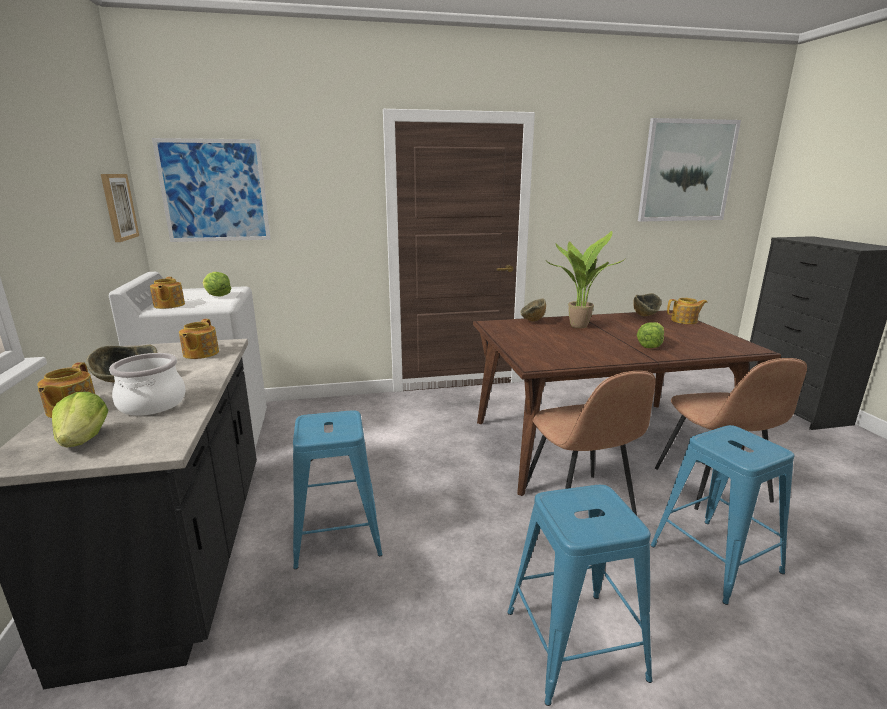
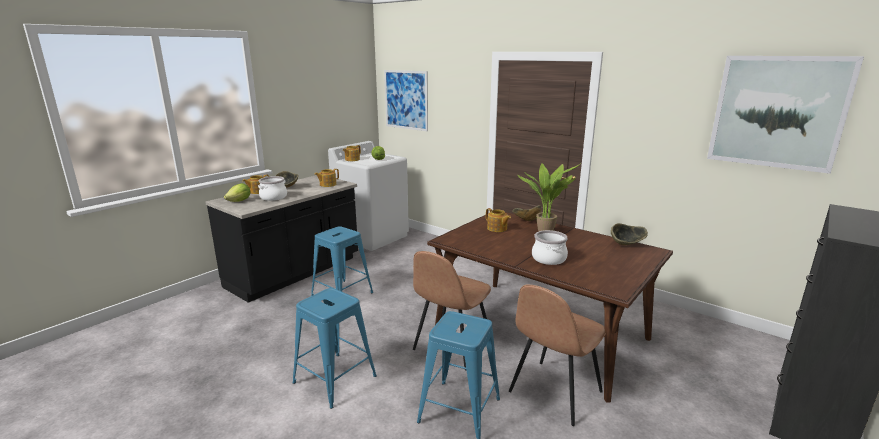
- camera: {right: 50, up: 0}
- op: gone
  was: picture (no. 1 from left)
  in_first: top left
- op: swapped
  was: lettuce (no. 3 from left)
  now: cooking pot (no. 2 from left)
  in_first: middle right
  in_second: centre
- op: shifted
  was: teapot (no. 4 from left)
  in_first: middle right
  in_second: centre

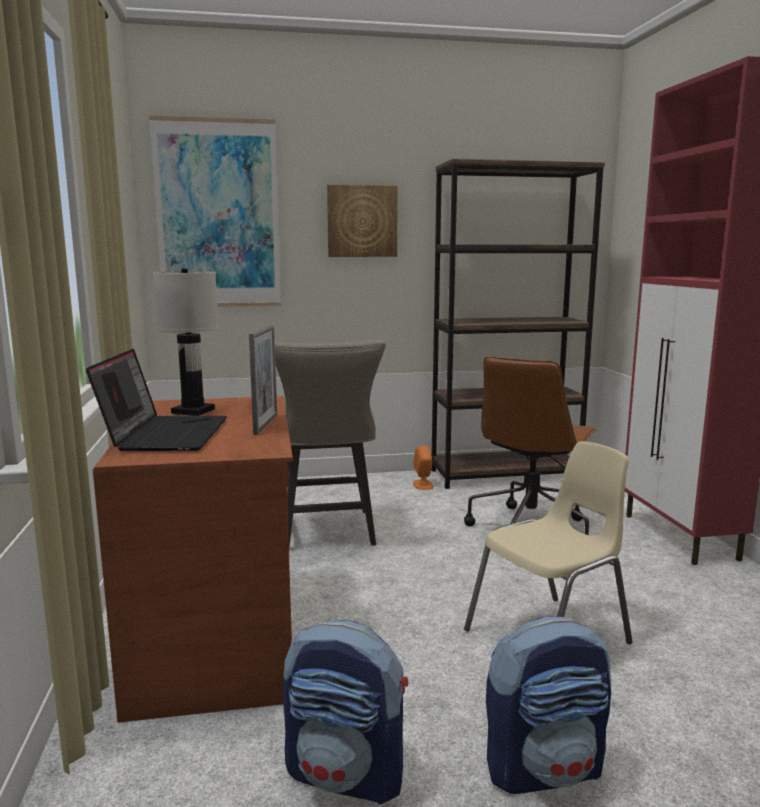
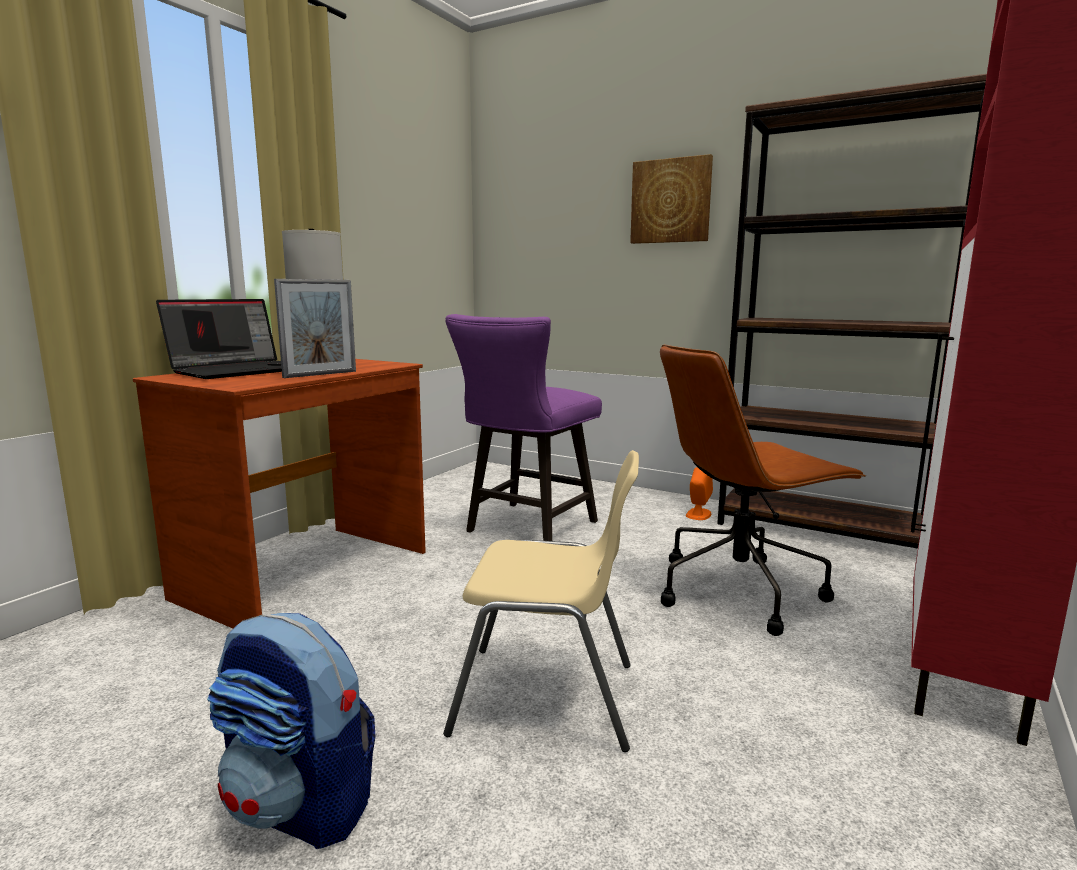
- camera: {right: 40, up: 0}
- op: gone
  was: picture (no. 1 from left)
  in_first: top left
- op: repainted
  was: stool (beige)
  now: stool (purple)
  in_first: centre
  in_second: centre
- op: gone
  was: backpack (no. 1 from left)
  in_first: bottom centre

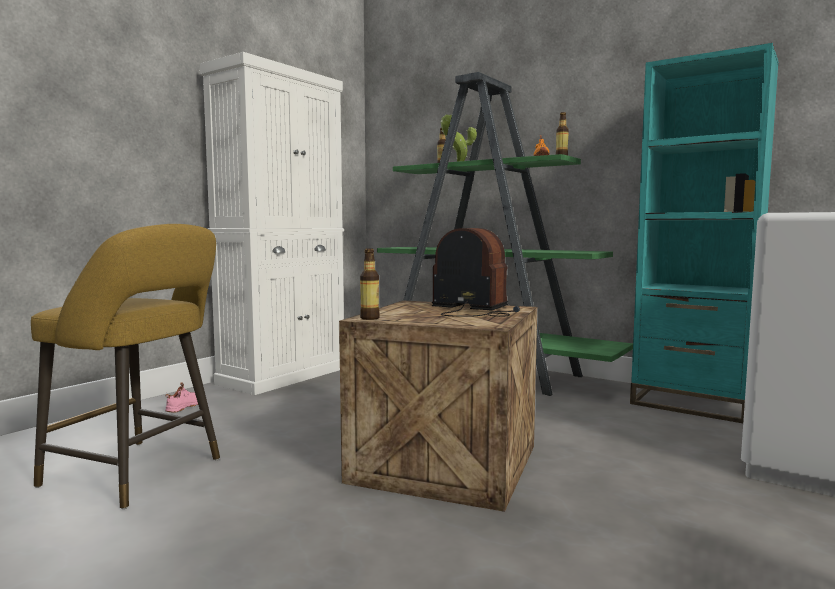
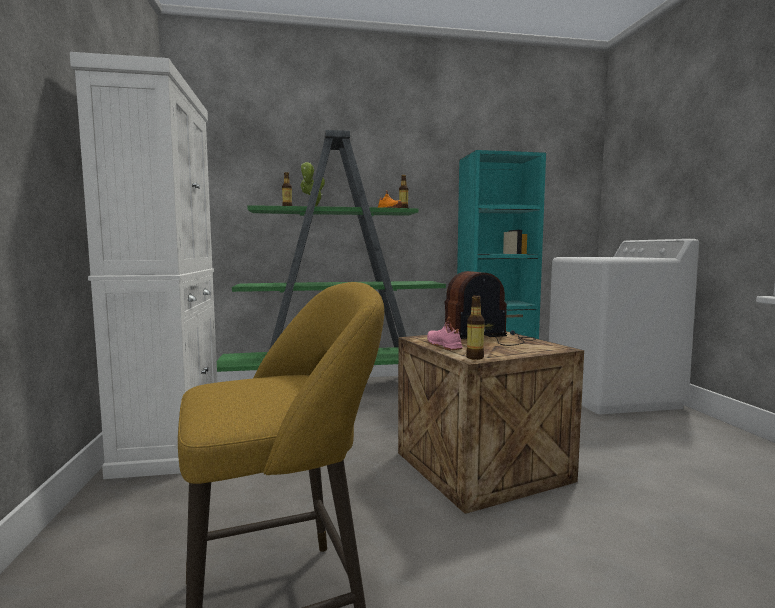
- camera: {right: -45, up: 0}
- op: shifted
  was: shoe (pink)
  in_first: bottom left
  in_second: centre

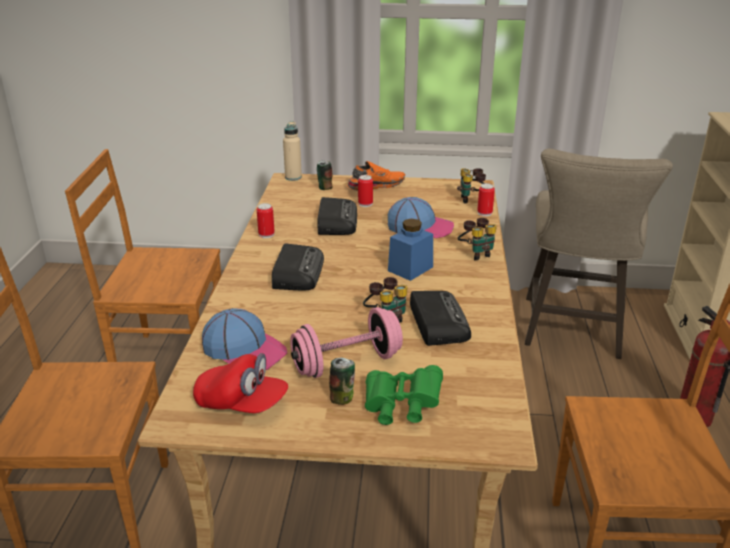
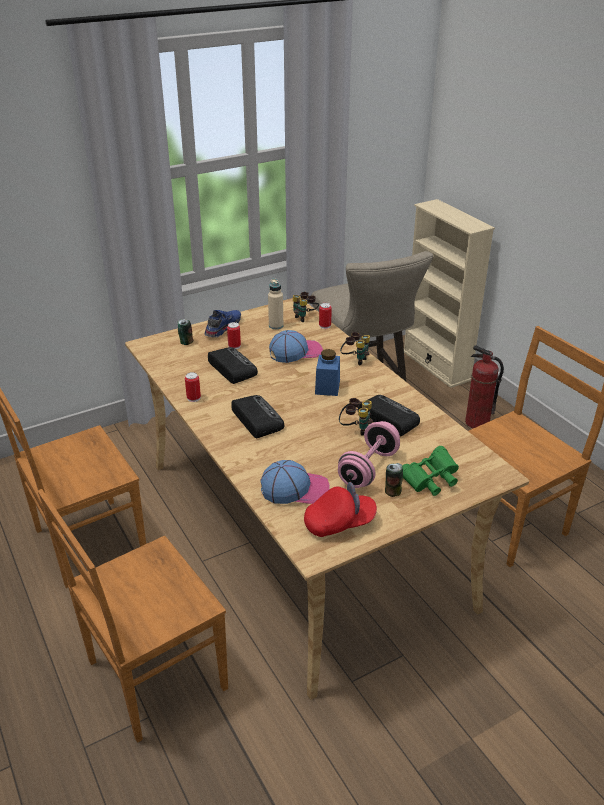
- camera: {right: -35, up: 5}
- op: shifted
  was: bottle (beige)
  in_first: top centre
  in_second: centre
- op: repainted
  was: shoe (orange)
  now: shoe (blue)
  in_first: top centre
  in_second: centre

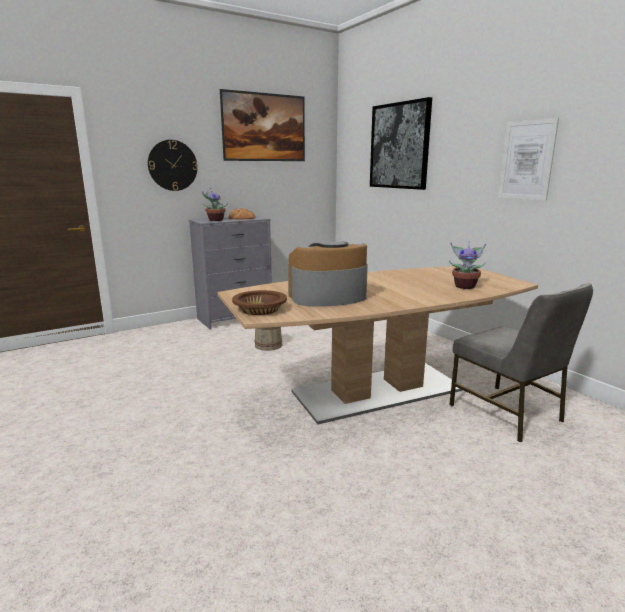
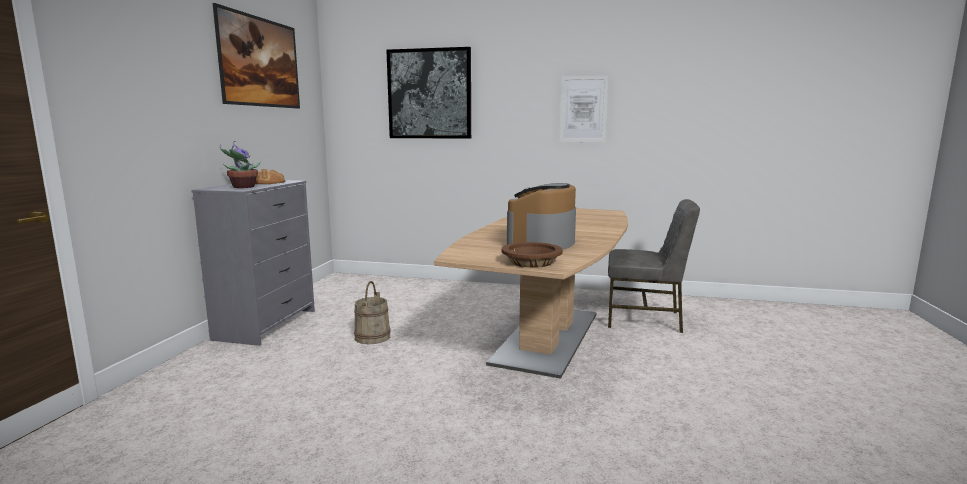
- camera: {right: -45, up: -5}
- op: gone
  was: wall clock
  in_first: top left
- op: gone
  was: potted plant (no. 2 from left)
  in_first: middle right

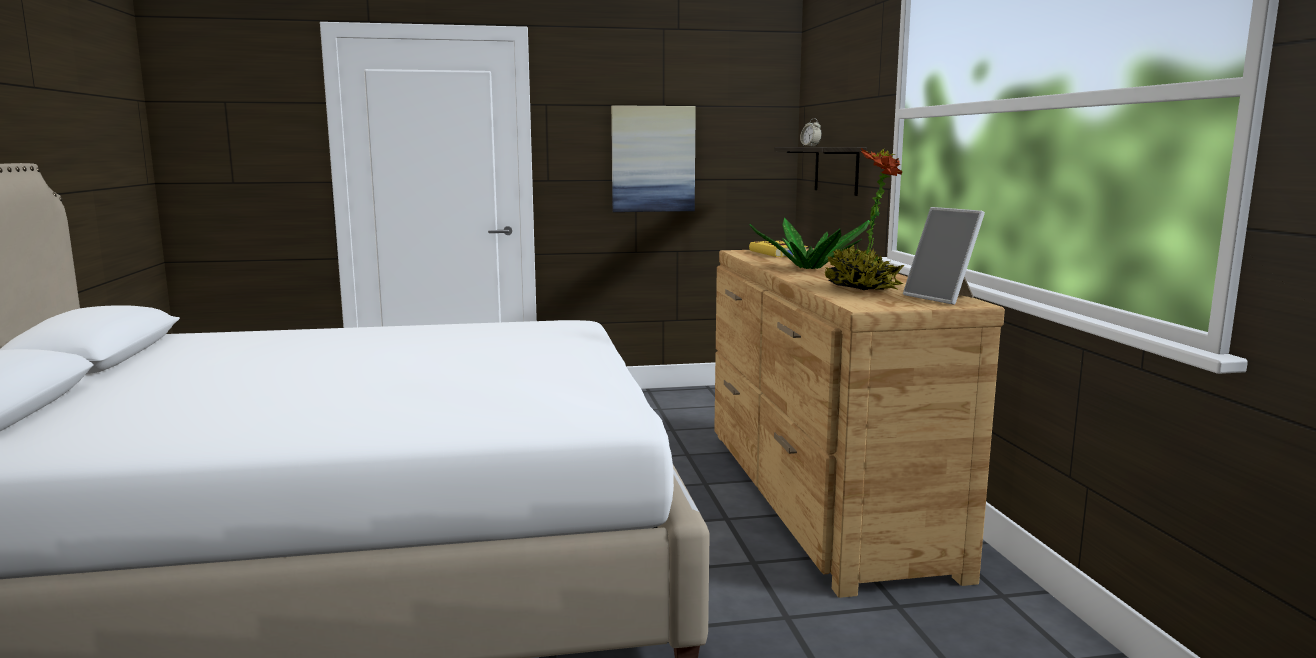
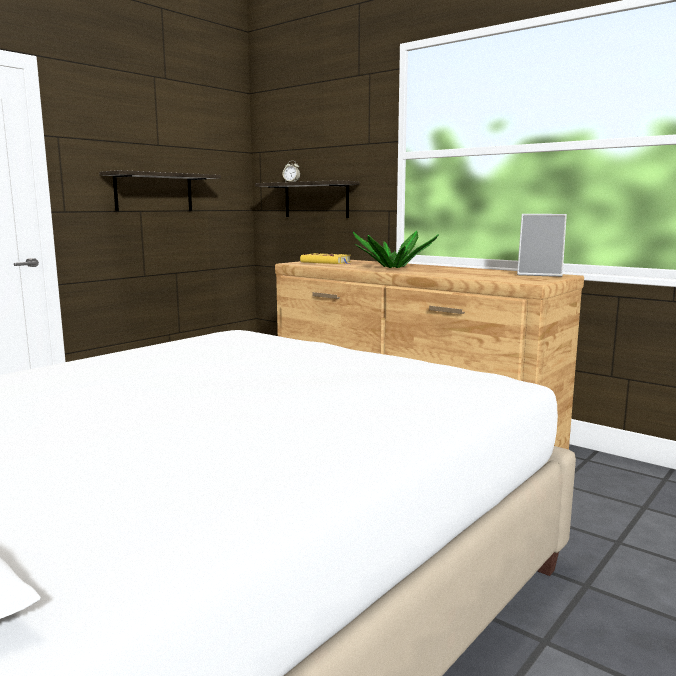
- camera: {right: -40, up: 0}
- op: swapped
  was: picture
  now: shelf (no. 1 from left)
  in_first: top centre
  in_second: top left
- op: gone
  was: potted plant (no. 2 from left)
  in_first: top centre

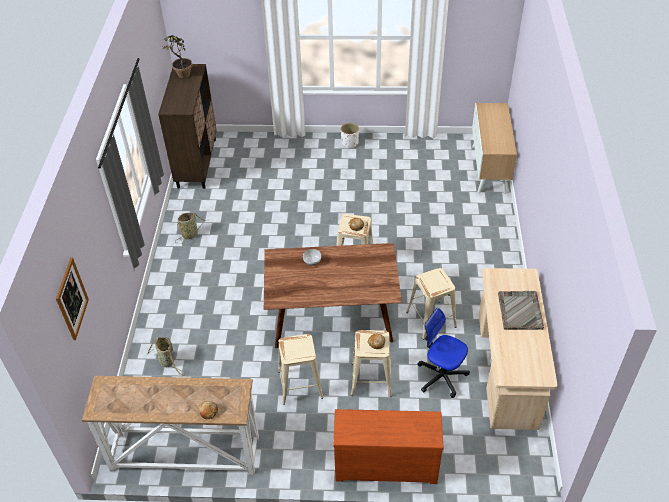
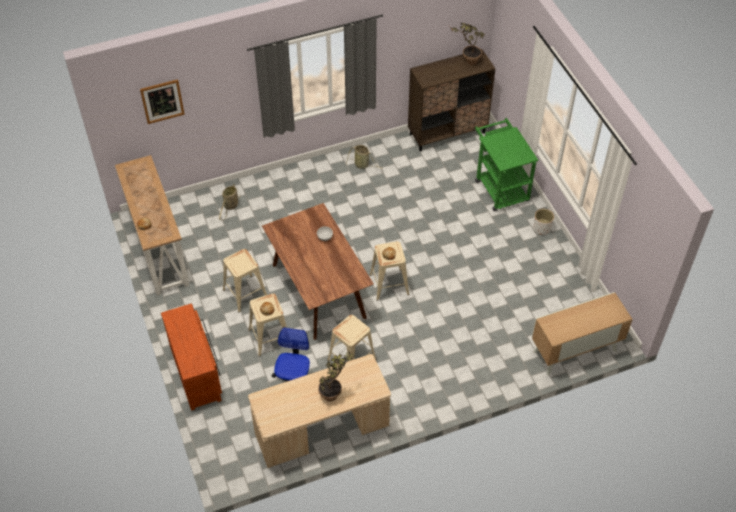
- camera: {right: 65, up: 5}
- op: swapped
  was: tray (grey)
  now: potted plant (no. 1 from left)
  in_first: middle right
  in_second: bottom centre
- op: new
  now: cart (green)
  in_second: top right

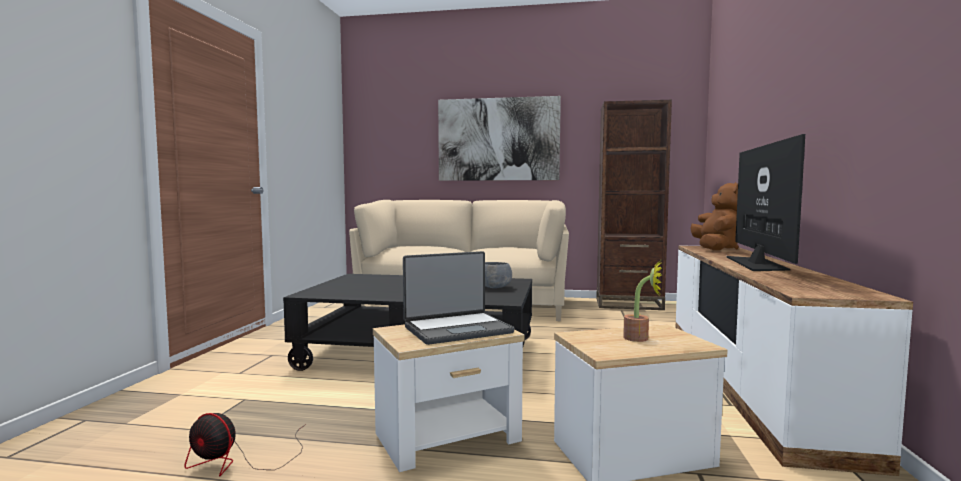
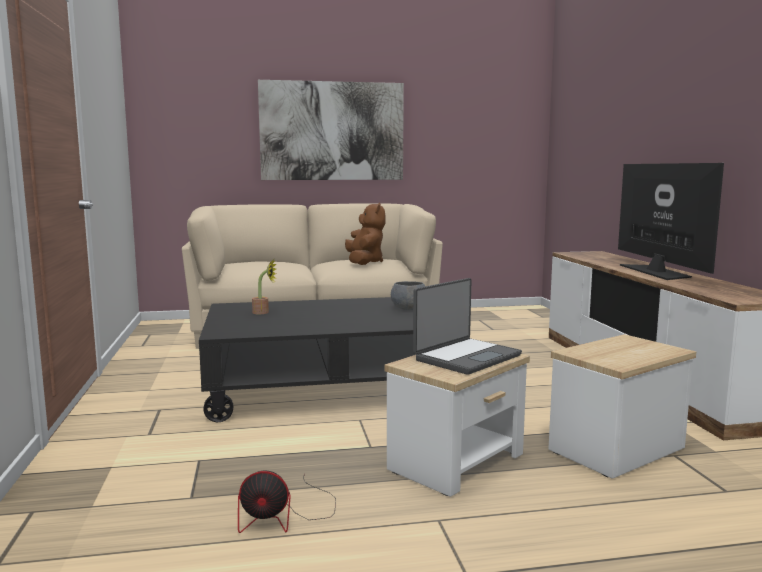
- camera: {right: -20, up: 5}
- op: gone
  was: bookcase (brown)
  in_first: centre
- op: shifted
  was: potted plant
  in_first: middle right
  in_second: centre
- op: shifted
  was: plush toy (brown)
  in_first: middle right
  in_second: centre

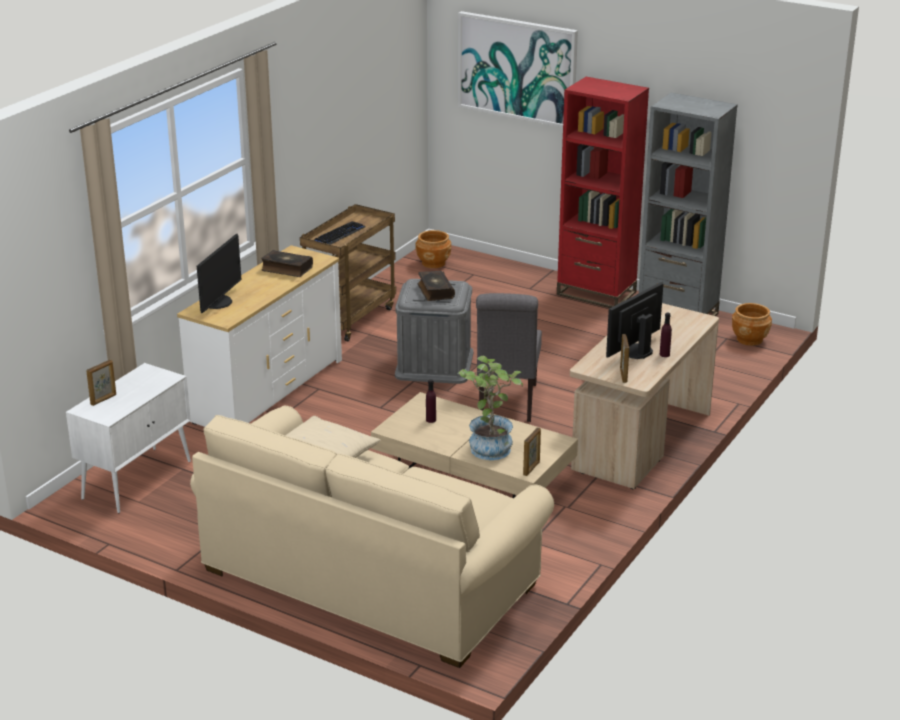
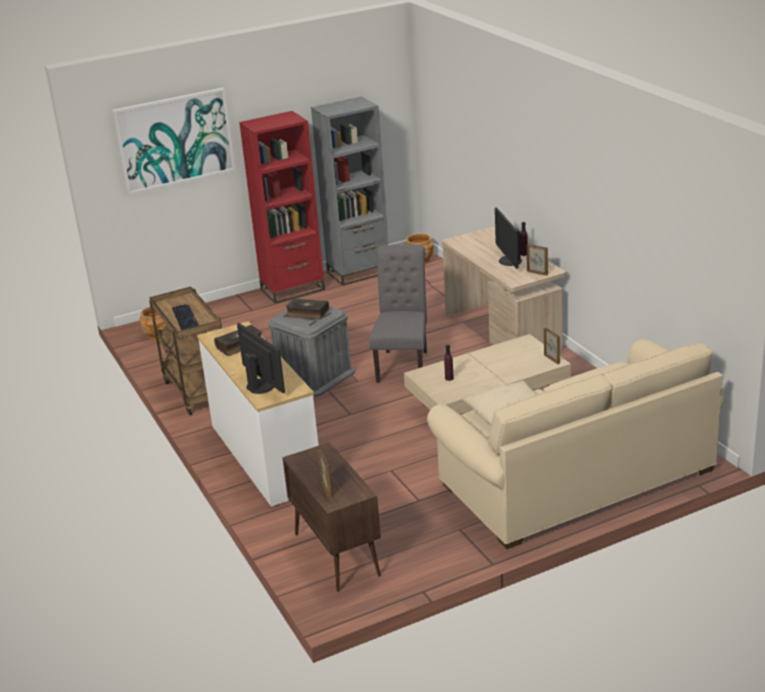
- camera: {right: -55, up: 0}
- op: repainted
  was: cabinet (white)
  now: cabinet (brown)
  in_first: middle left
  in_second: bottom centre
- op: gone
  was: potted plant
  in_first: centre
- op: rotated
  was: chair (grey)
  in_first: centre
  in_second: centre
  clockwise: -120

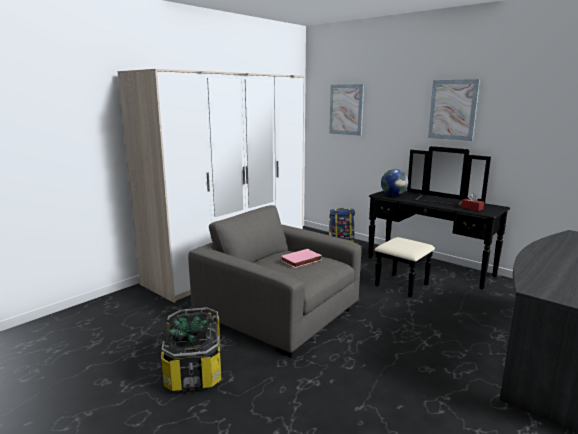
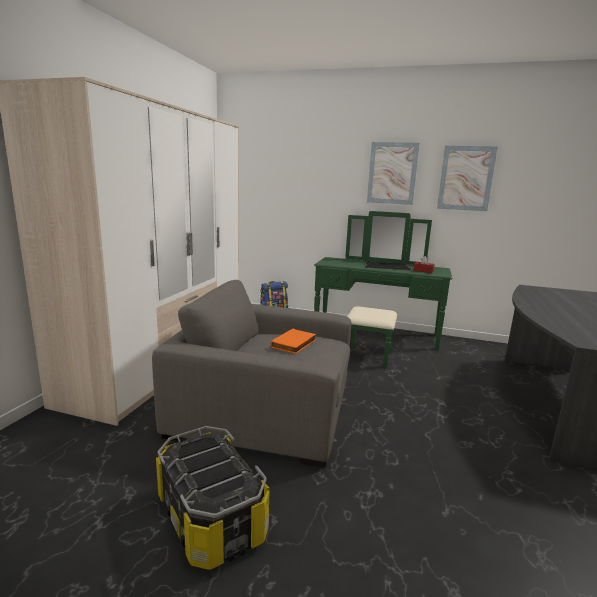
- camera: {right: -25, up: 0}
- op: gone
  was: potted plant
  in_first: bottom left
- op: repainted
  was: book (pink)
  now: book (orange)
  in_first: centre
  in_second: centre
- op: shifted
  was: picture (no. 1 from left in the first image)
  now: picture (no. 2 from left)
  in_first: top centre
  in_second: top right
- op: repainted
  was: dresser (black)
  now: dresser (green)
  in_first: middle right
  in_second: centre
- op: gone
  was: globe
  in_first: middle right

